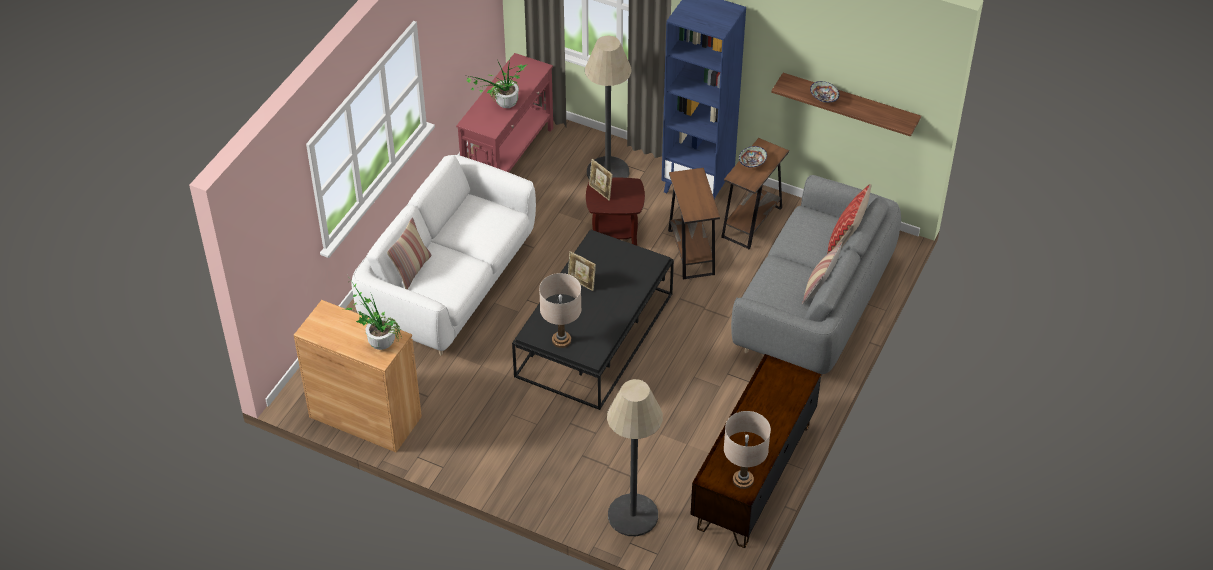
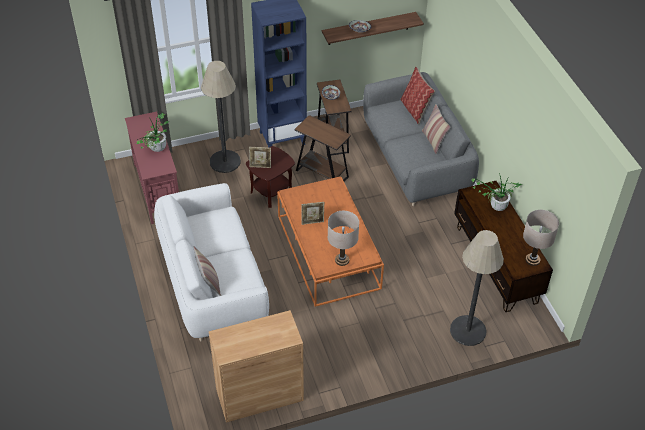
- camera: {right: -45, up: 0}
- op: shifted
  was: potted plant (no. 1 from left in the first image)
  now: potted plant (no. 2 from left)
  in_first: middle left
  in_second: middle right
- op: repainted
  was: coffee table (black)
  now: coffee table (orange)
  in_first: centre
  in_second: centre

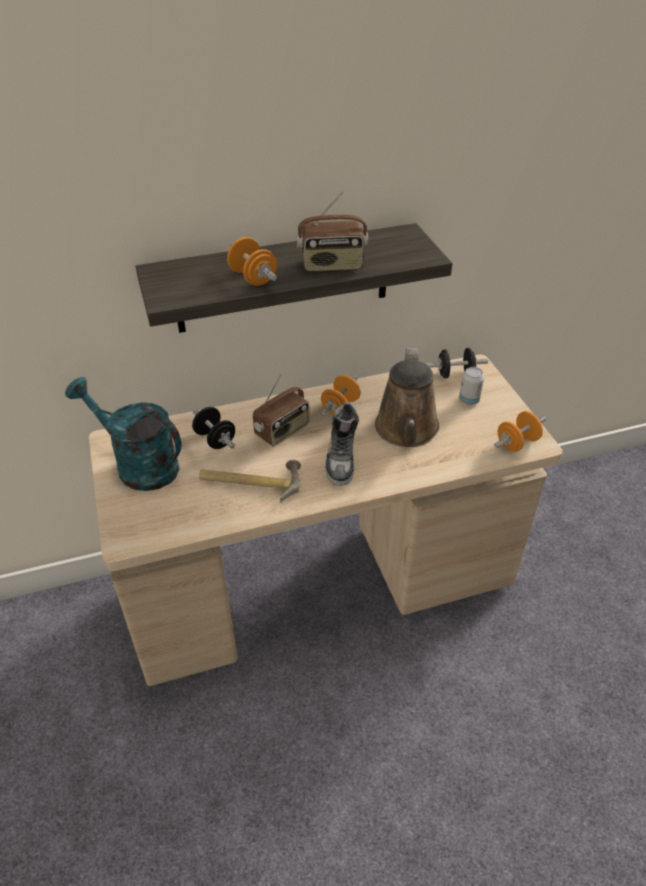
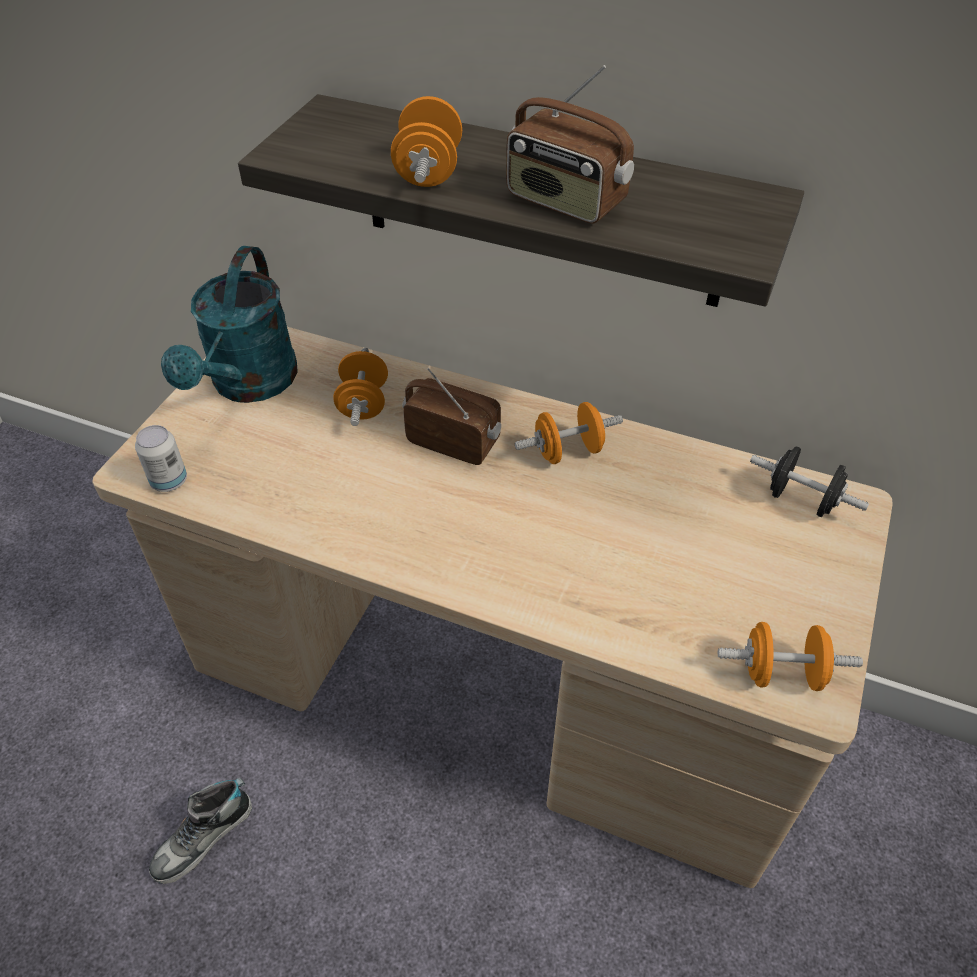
- camera: {right: 40, up: 5}
- op: rotated
  was: watering can (turquoise)
  in_first: middle left
  in_second: top left
  clockwise: -150
- op: repainted
  was: dumbbell (black) (no. 1 from left)
  now: dumbbell (orange) (no. 1 from left)
  in_first: middle left
  in_second: centre
- op: gone
  was: hammer
  in_first: centre
- op: rotated
  was: radio (no. 1 from left)
  in_first: centre
  in_second: centre
  clockwise: -150
- op: shifted
  was: shoe
  in_first: centre
  in_second: bottom left
- op: gone
  was: watering can (brown)
  in_first: centre
- op: shifted
  was: can
  in_first: middle right
  in_second: middle left

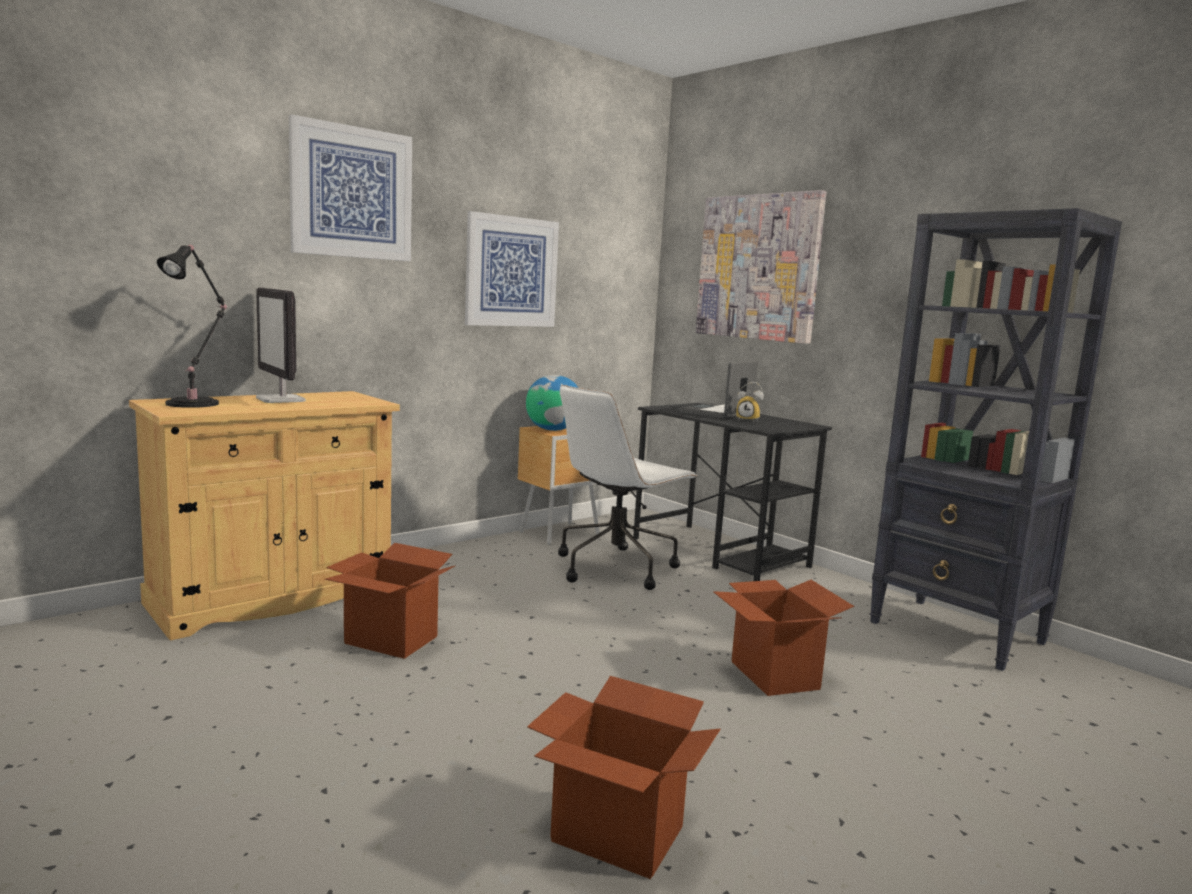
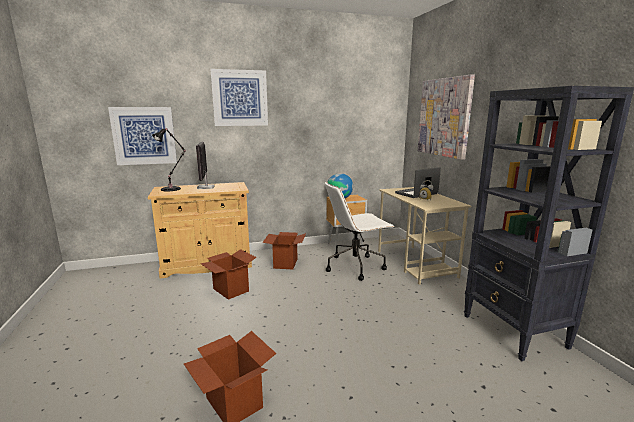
- camera: {right: 25, up: 5}
- op: shifted
  was: picture (no. 2 from left in the first image)
  now: picture (no. 1 from left)
  in_first: top centre
  in_second: top left
- op: repainted
  was: desk (black)
  now: desk (beige)
  in_first: centre
  in_second: middle right
- op: shifted
  was: cardboard box (no. 3 from left)
  in_first: bottom centre
  in_second: centre

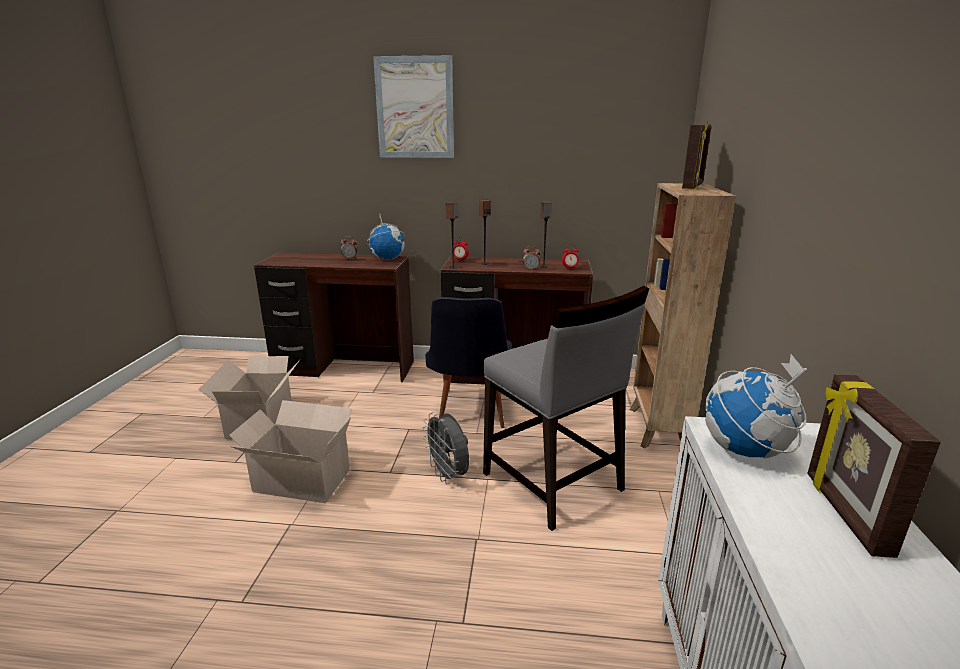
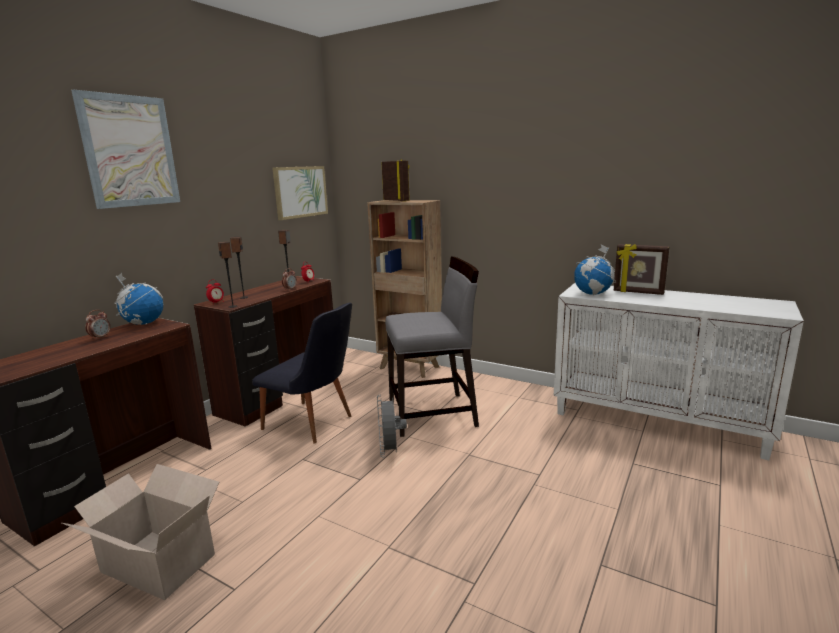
- camera: {right: -65, up: -5}
- op: gone
  was: cardboard box (no. 2 from left)
  in_first: bottom left
- op: rotated
  was: fan (grey)
  in_first: bottom centre
  in_second: bottom centre
  clockwise: 90
- op: new
  now: picture (no. 2 from left)
  in_second: top centre

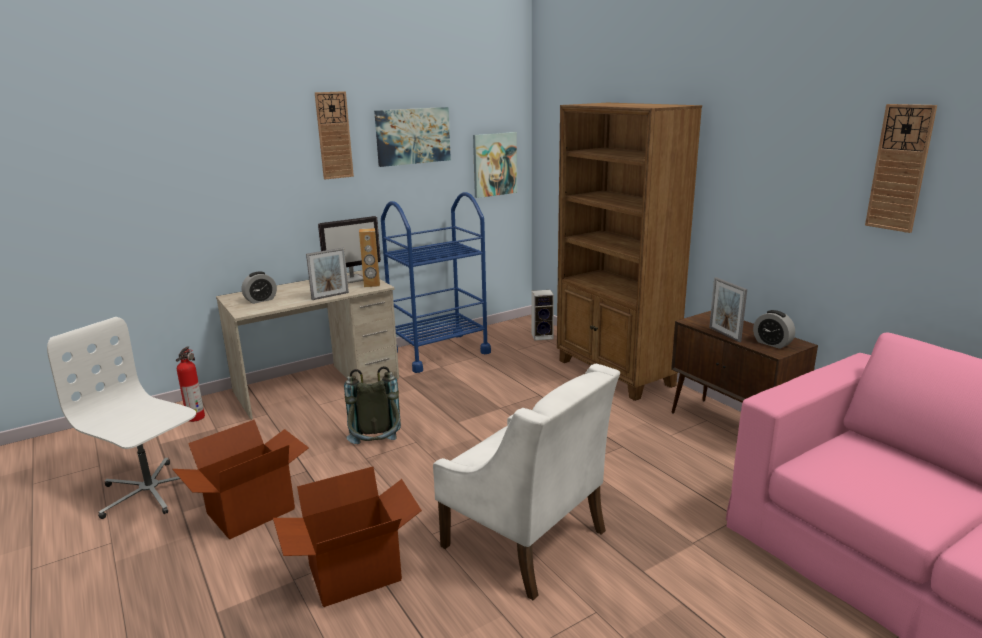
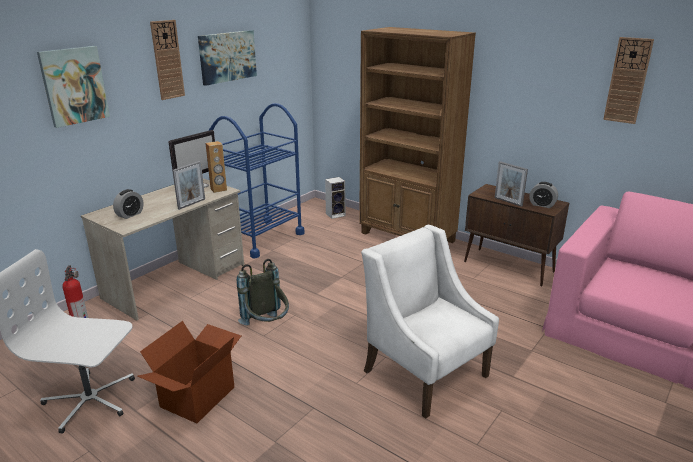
- camera: {right: -20, up: 5}
- op: gone
  was: cardboard box (no. 2 from left)
  in_first: bottom centre
- op: rotated
  was: armchair (white)
  in_first: bottom centre
  in_second: bottom centre
  clockwise: -150
- op: shifted
  was: picture (no. 2 from left in the first image)
  now: picture (no. 1 from left)
  in_first: top centre
  in_second: top left

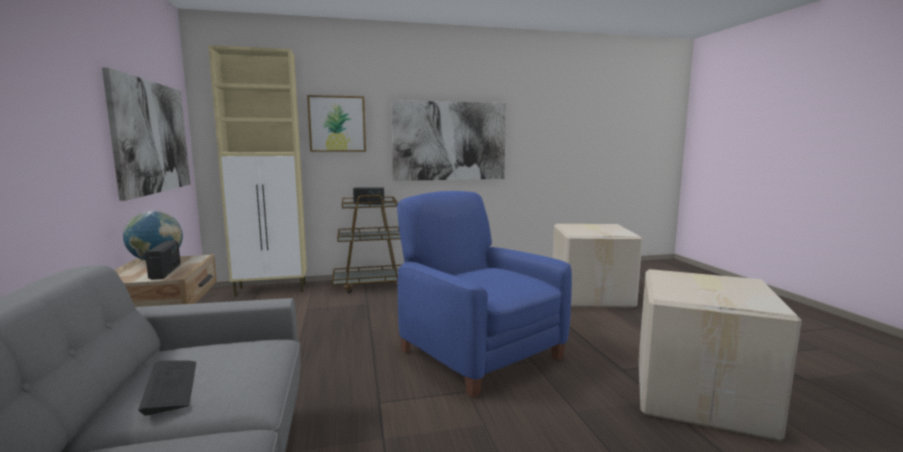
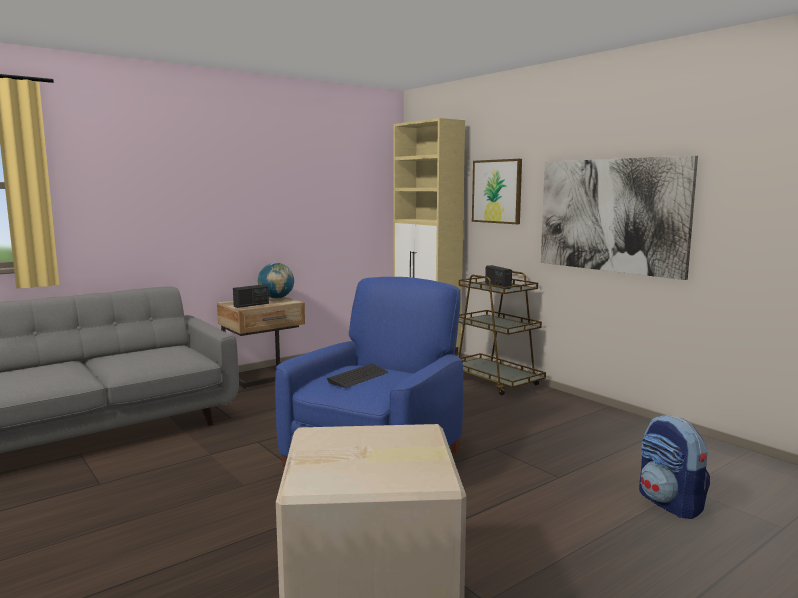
- camera: {right: 65, up: 0}
- op: gone
  was: picture (no. 1 from left)
  in_first: top left
- op: shifted
  was: keyboard
  in_first: bottom left
  in_second: centre
- op: swapped
  was: cardboard box (no. 1 from left)
  now: backpack
  in_first: centre
  in_second: bottom right

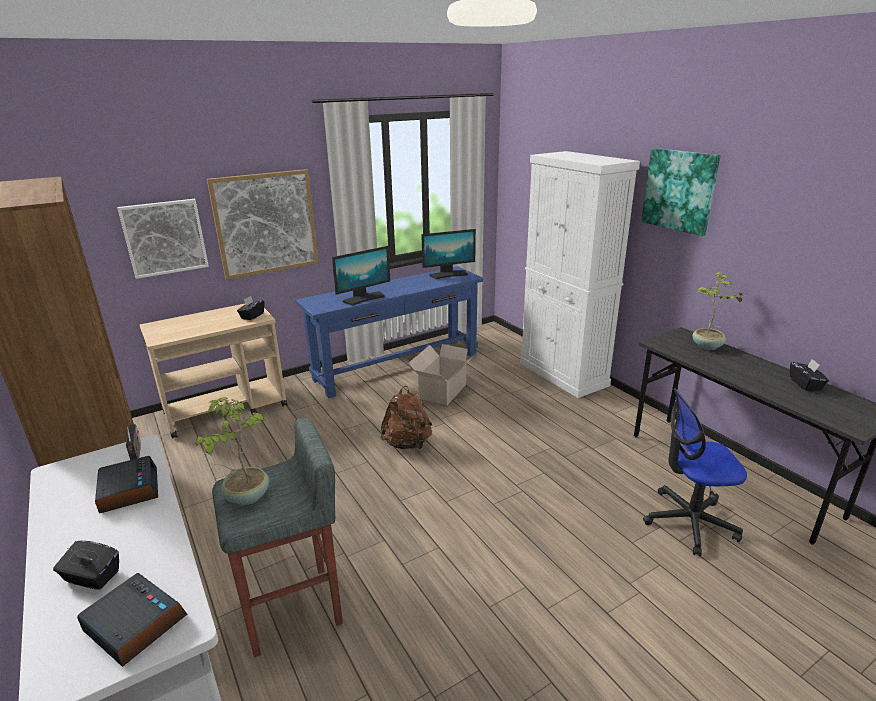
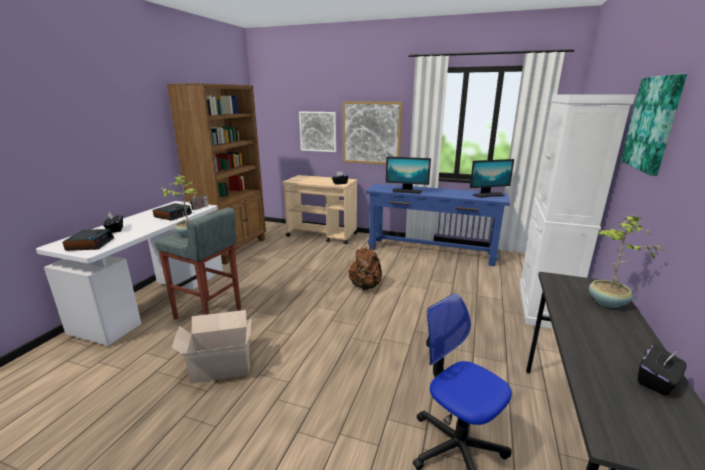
- camera: {right: 50, up: -5}
- op: shifted
  was: cardboard box
  in_first: centre
  in_second: bottom left
- op: rotated
  was: monitor (no. 2 from left)
  in_first: centre
  in_second: middle right
  clockwise: -45

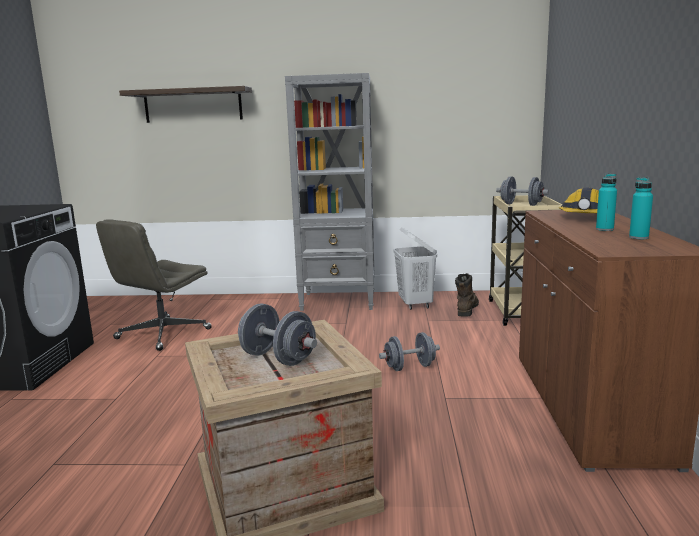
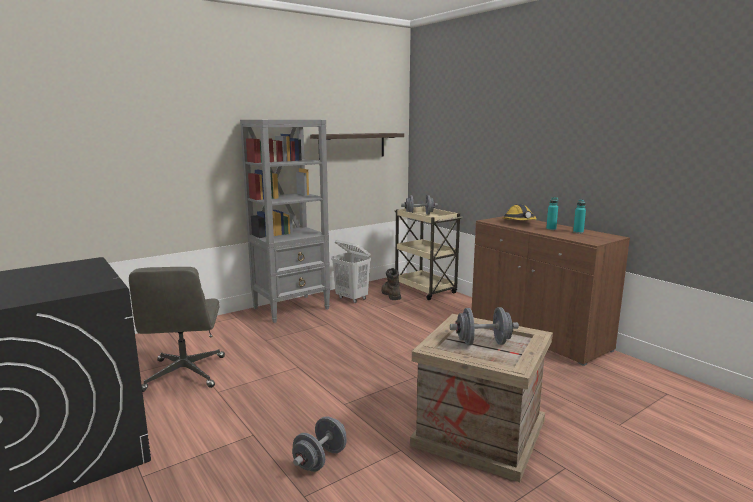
- camera: {right: -40, up: 0}
- op: shifted
  was: shelf
  in_first: top left
  in_second: top centre
- op: shifted
  was: dumbbell (grey) (no. 2 from left in the first image)
  now: dumbbell (grey) (no. 1 from left)
  in_first: centre
  in_second: bottom centre

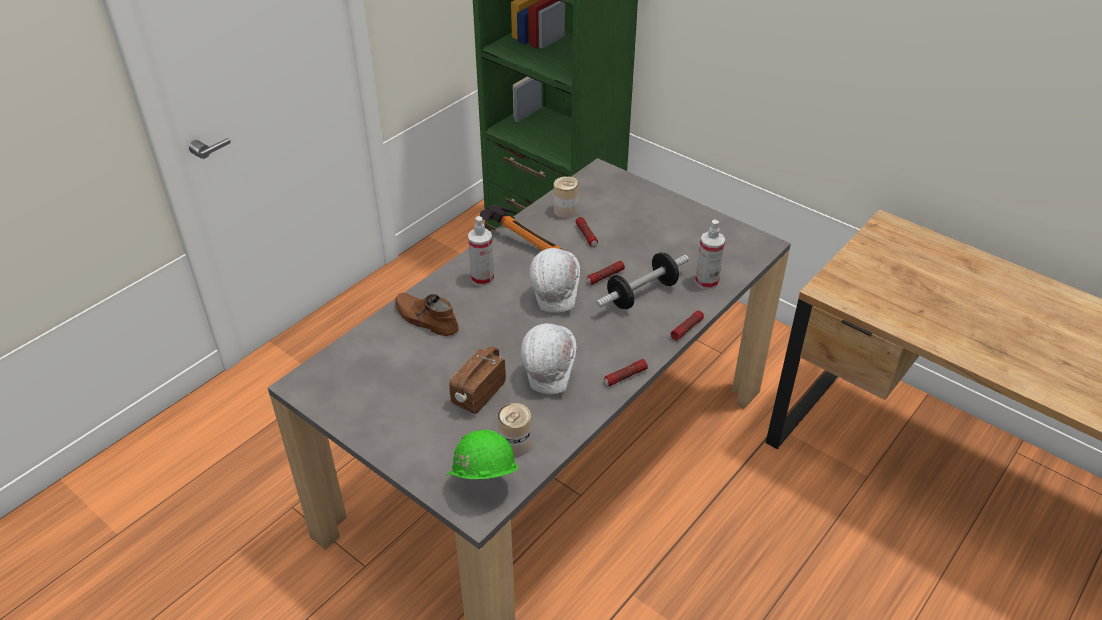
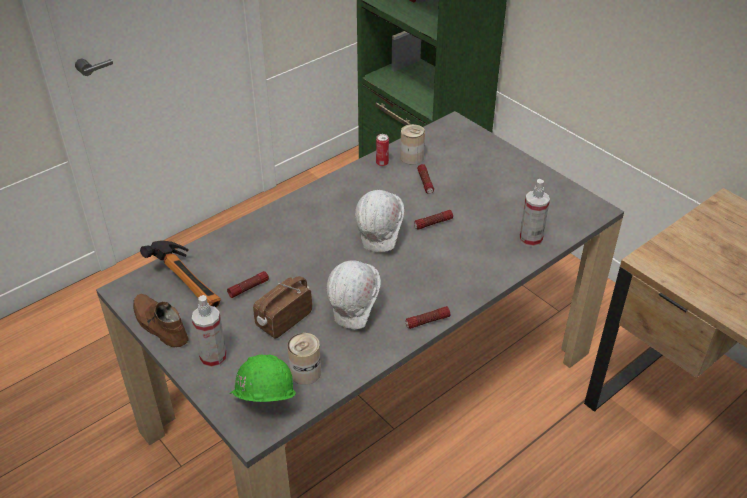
- camera: {right: 10, up: 0}
- op: shifted
  was: shoe (brown)
  in_first: centre
  in_second: middle left
- op: shifted
  was: spray bottle (no. 1 from left)
  in_first: centre
  in_second: middle left
- op: shifted
  was: hammer
  in_first: centre
  in_second: middle left
- op: gone
  was: dumbbell
  in_first: centre
- op: shifted
  was: flashlight (no. 4 from left in the first image)
  now: flashlight (no. 1 from left)
  in_first: centre
  in_second: middle left
- op: new
  now: can (no. 2 from left)
  in_second: top centre

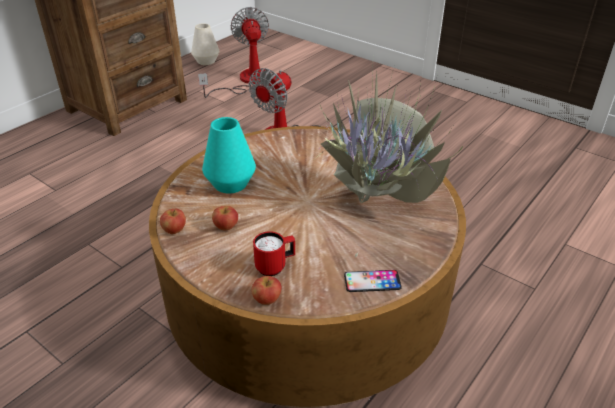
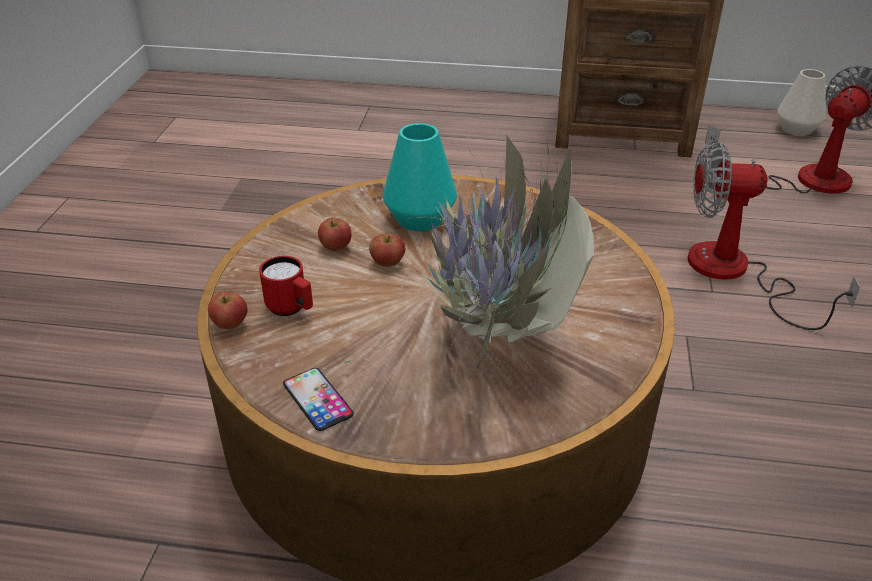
- camera: {right: 60, up: 0}
- op: shifted
  was: apple (no. 1 from left in the first image)
  now: apple (no. 3 from left)
  in_first: middle left
  in_second: centre

